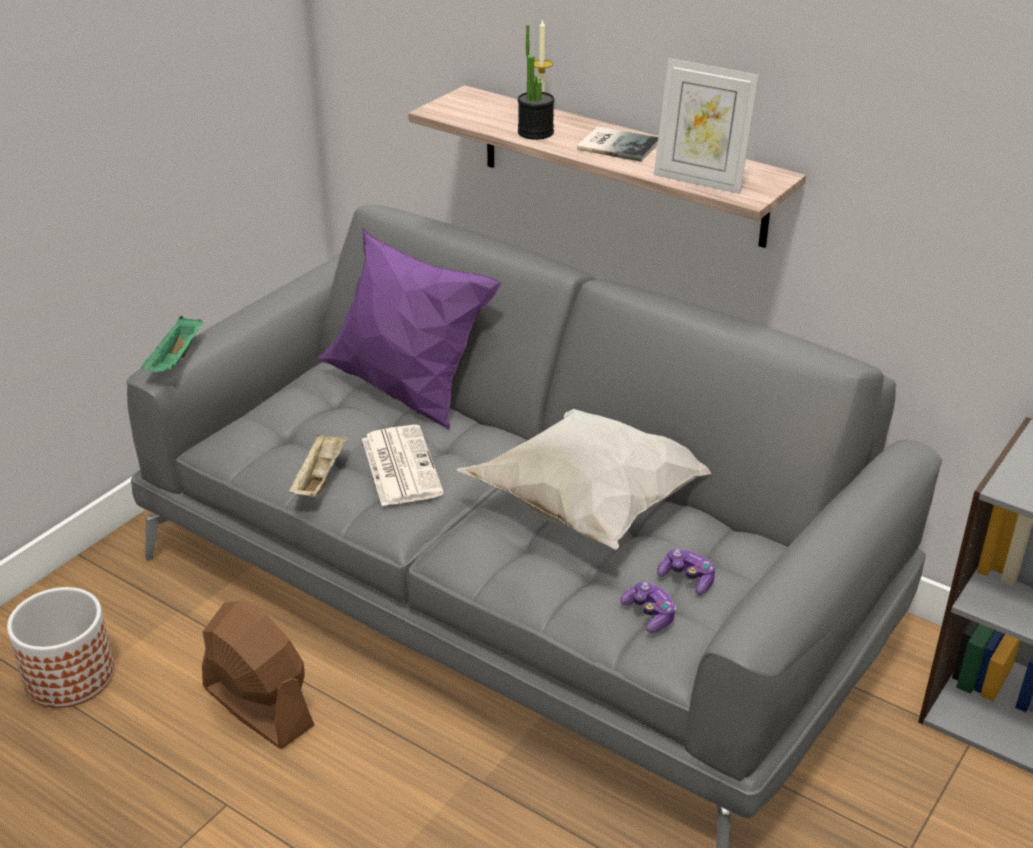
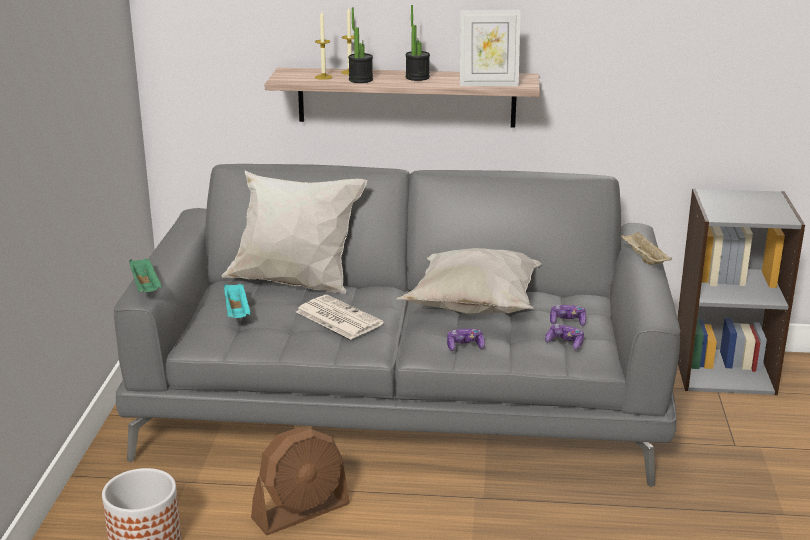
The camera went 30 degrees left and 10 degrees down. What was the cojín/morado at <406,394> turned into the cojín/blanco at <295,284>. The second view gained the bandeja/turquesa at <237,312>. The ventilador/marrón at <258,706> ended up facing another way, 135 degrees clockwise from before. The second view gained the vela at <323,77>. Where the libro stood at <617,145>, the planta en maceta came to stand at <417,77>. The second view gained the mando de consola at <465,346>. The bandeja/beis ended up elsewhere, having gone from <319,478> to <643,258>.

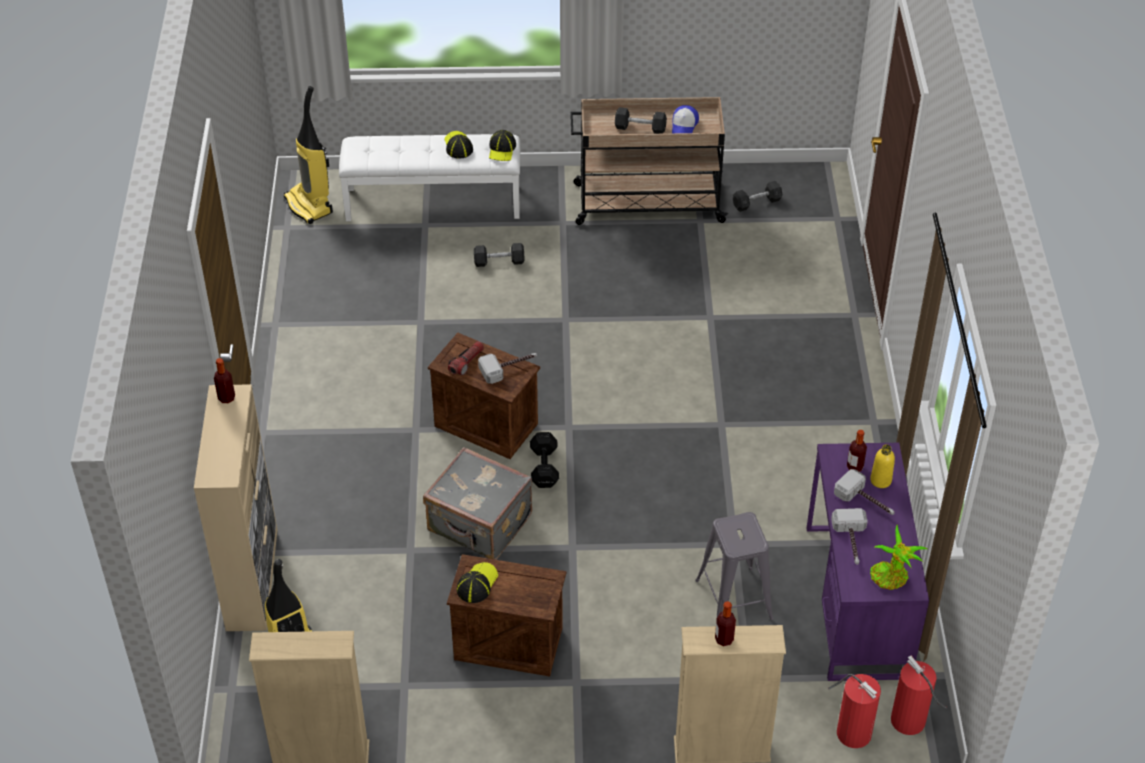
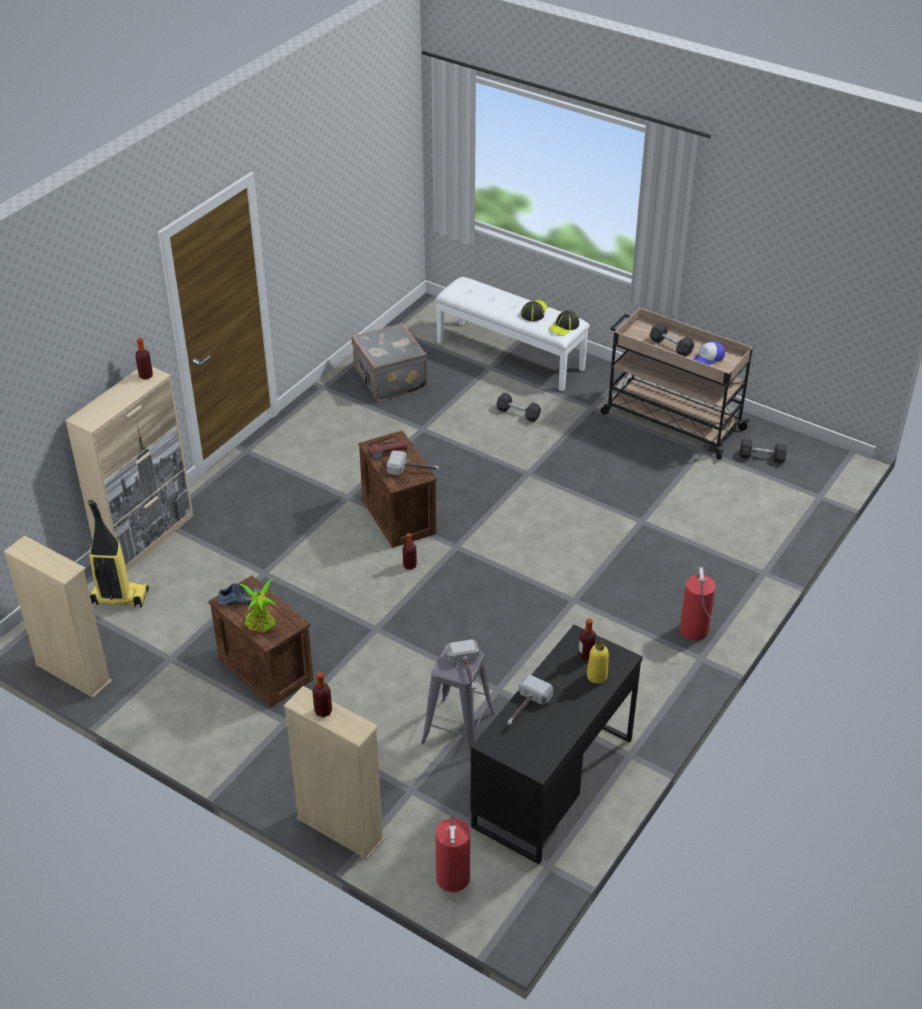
The camera went 35 degrees right and 5 degrees down. Where the gorra stood at <477,584>, the zapato came to stand at <240,599>. The planta en maceta ended up elsewhere, having gone from <891,578> to <261,624>. The maleta/gris ended up elsewhere, having gone from <479,525> to <389,380>. Where the mancuerna/negro stood at <544,468>, the botella came to stand at <410,565>. The martillo ended up elsewhere, having gone from <866,501> to <467,671>. What was the escritorio/morado at <856,601> turned into the escritorio/negro at <552,782>. The extintor ended up elsewhere, having gone from <909,721> to <693,631>. The second view lost the aspiradora at <310,205>.

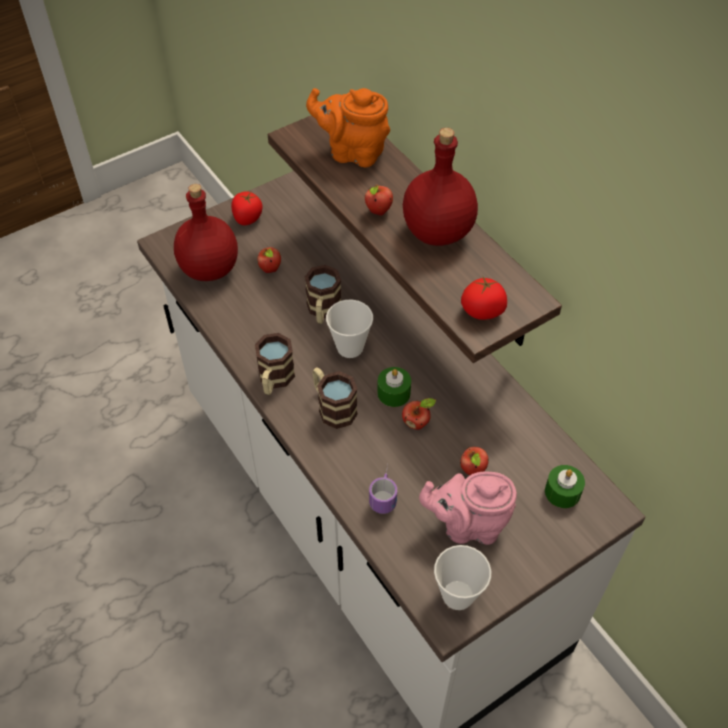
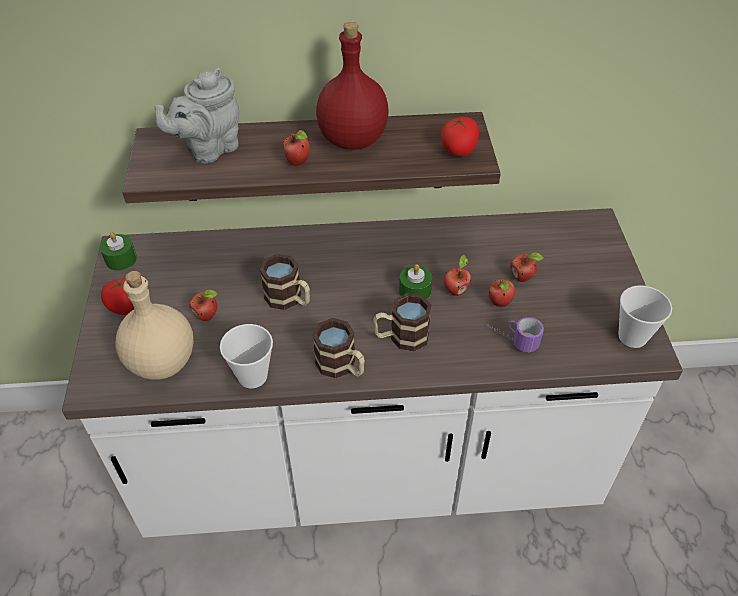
The camera went 60 degrees left and 5 degrees down. The vela/verde ended up elsewhere, having gone from <562,492> to <121,259>. What was the botella/rojo at <211,269> turned into the botella/beis at <163,361>. What was the tetera/naranja at <352,152> turned into the tetera/gris at <209,149>. The taza ended up elsewhere, having gone from <350,347> to <252,376>. The second view gained the manzana at <500,303>. The second view lost the tetera/rosa at <468,525>.

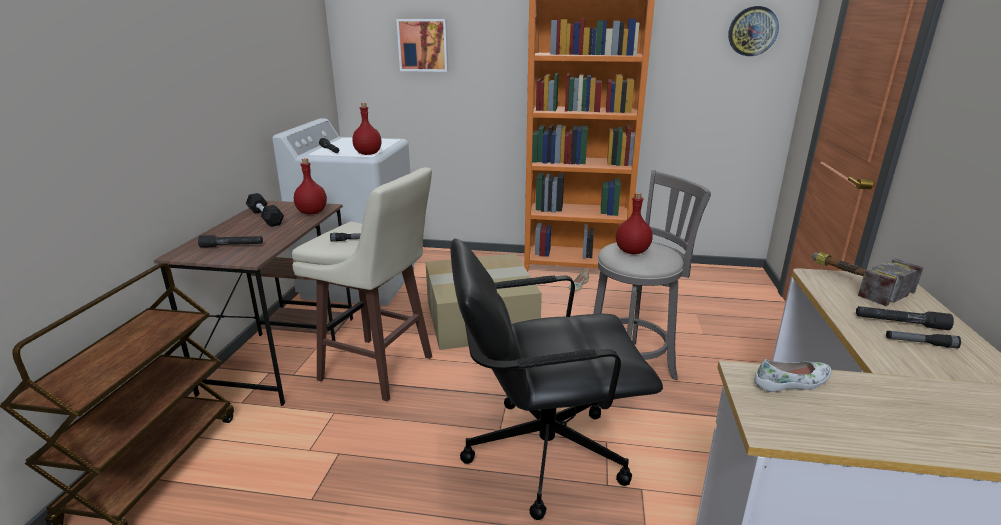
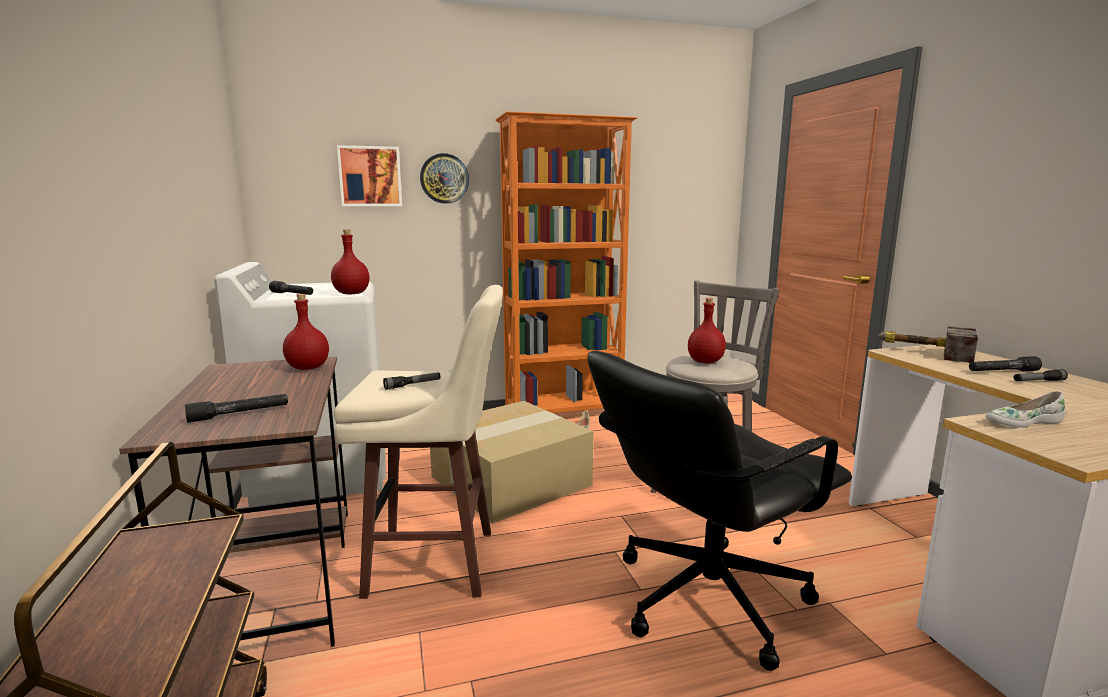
The camera went 25 degrees left and 10 degrees down. The reloj de pared ended up elsewhere, having gone from <752,31> to <444,178>. The zapato/blanco at <792,383> ended up facing another way, 150 degrees counterclockwise from before. The second view lost the mancuerna/negro at <265,217>.

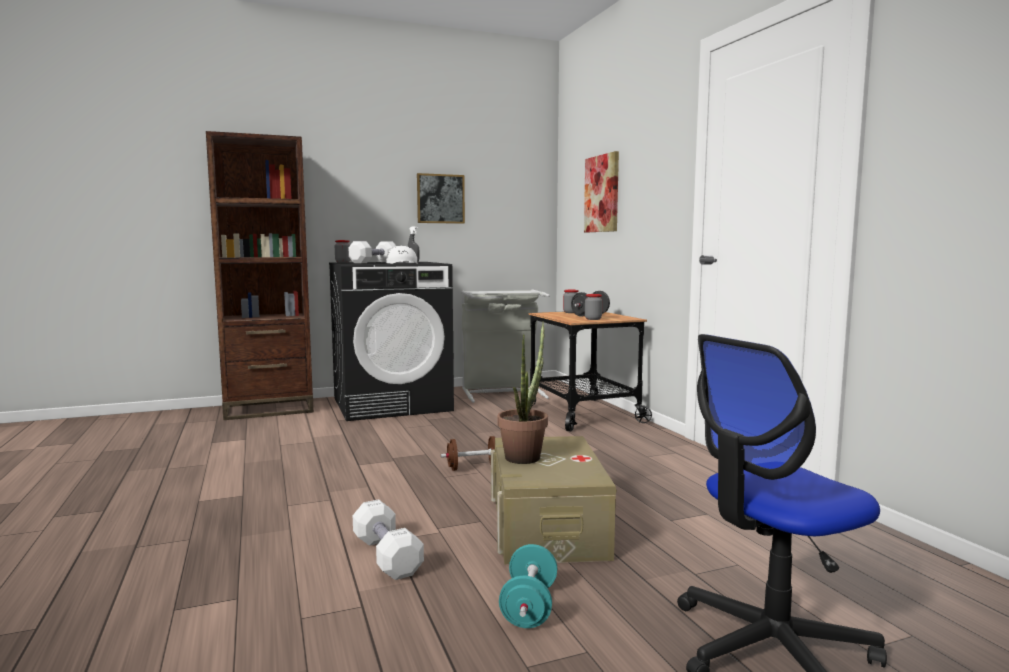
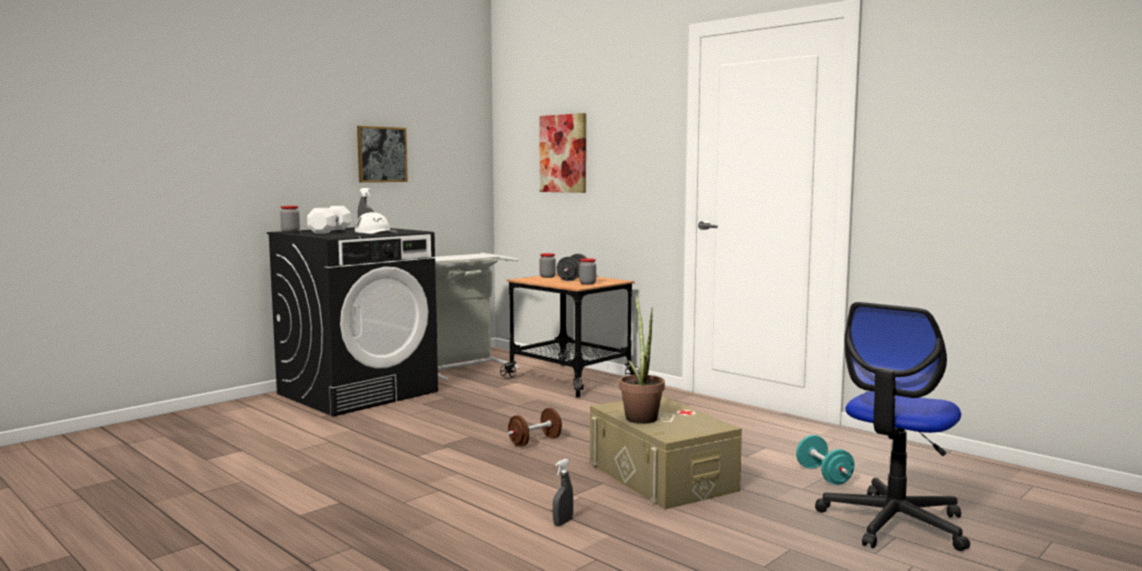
The camera went 25 degrees left and 0 degrees up. Where the mancuerna/blanco stood at <387,556>, the pulverizador/gris came to stand at <563,522>. The mancuerna/turquesa ended up elsewhere, having gone from <529,607> to <823,475>. The second view lost the estantería/marrón at <269,409>.

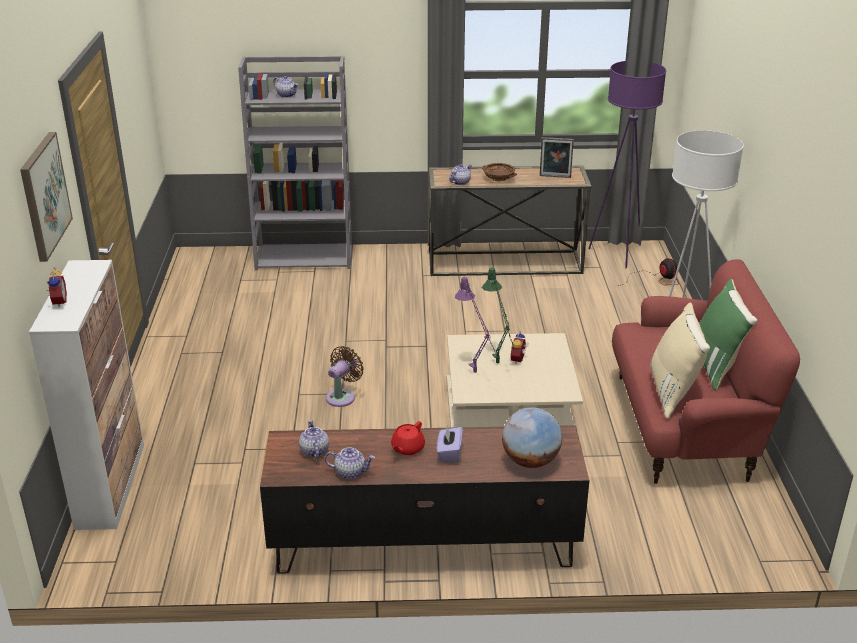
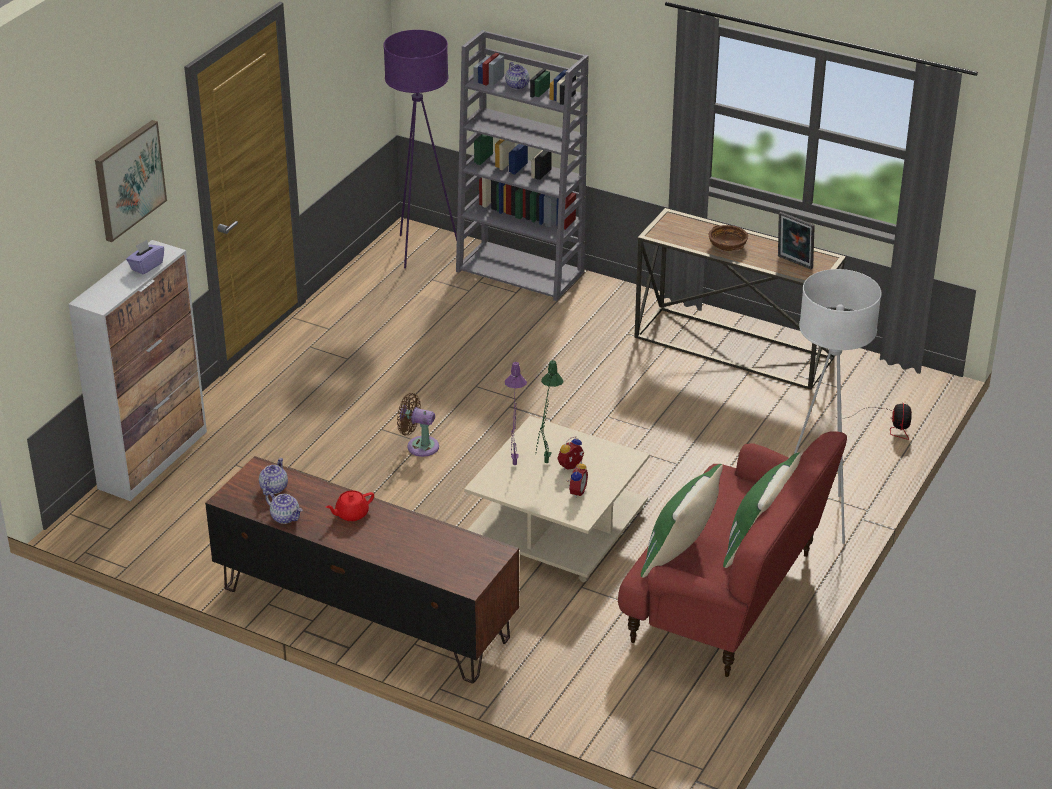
The camera went 30 degrees right and 5 degrees up. The caja de pañuelos/morado ended up elsewhere, having gone from <449,453> to <146,266>. The lámpara de pie/morado ended up elsewhere, having gone from <619,253> to <422,250>. The ventilador/marrón at <342,396> ended up facing another way, 135 degrees counterclockwise from before. The despertador ended up elsewhere, having gone from <58,302> to <576,492>. What was the cojín/beis at <674,393> turned into the cojín/verde at <680,554>. The second view lost the tetera at <460,182>. The second view lost the globo terráqueo at <530,461>.

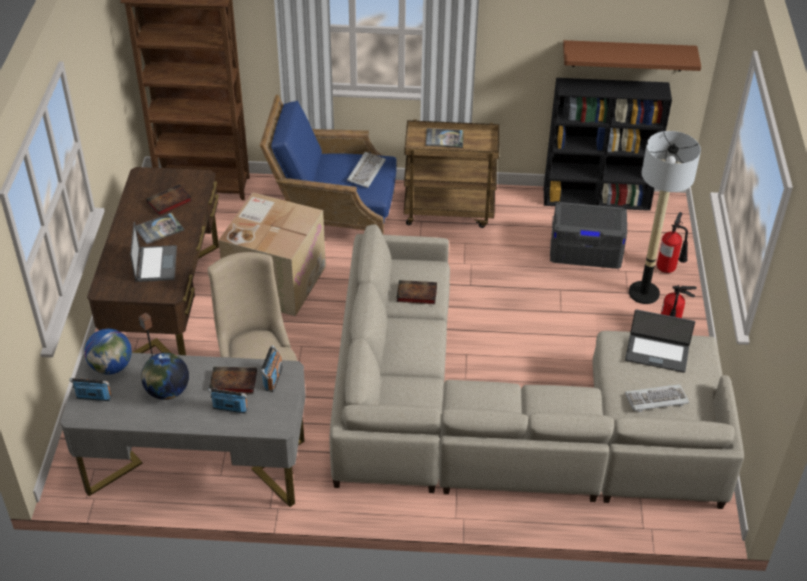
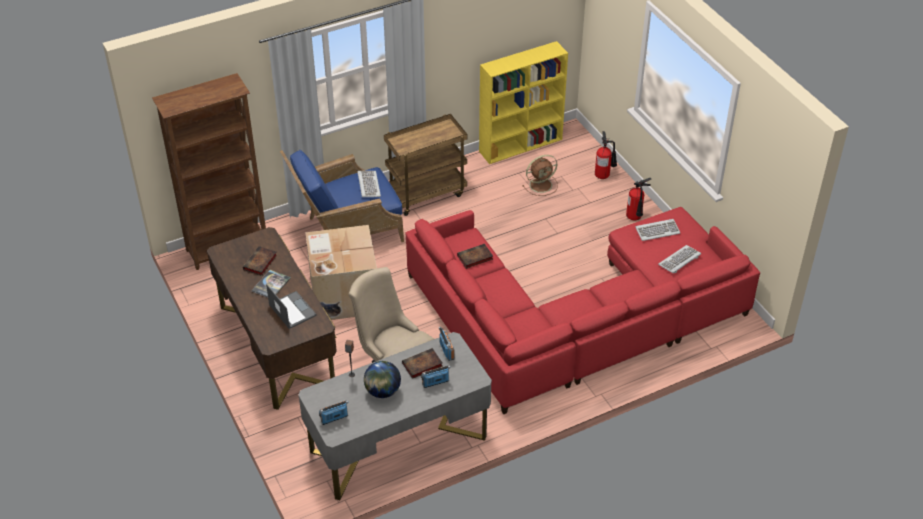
The camera went 30 degrees left and 0 degrees up. What was the sofá/beis at <506,417> turned into the sofá/rojo at <577,318>. What was the estantería/negro at <597,199> turned into the estantería/amarillo at <521,145>. Where the caja de almacenaje/gris stood at <586,251>, the ventilador/marrón came to stand at <541,185>. Where the portátil stood at <657,353>, the teclado came to stand at <657,231>. The second view lost the globo terráqueo at <112,367>. The second view lost the libro at <444,139>. The second view lost the estante/marrón at <628,55>. The second view lost the lámpara de pie at <644,293>.

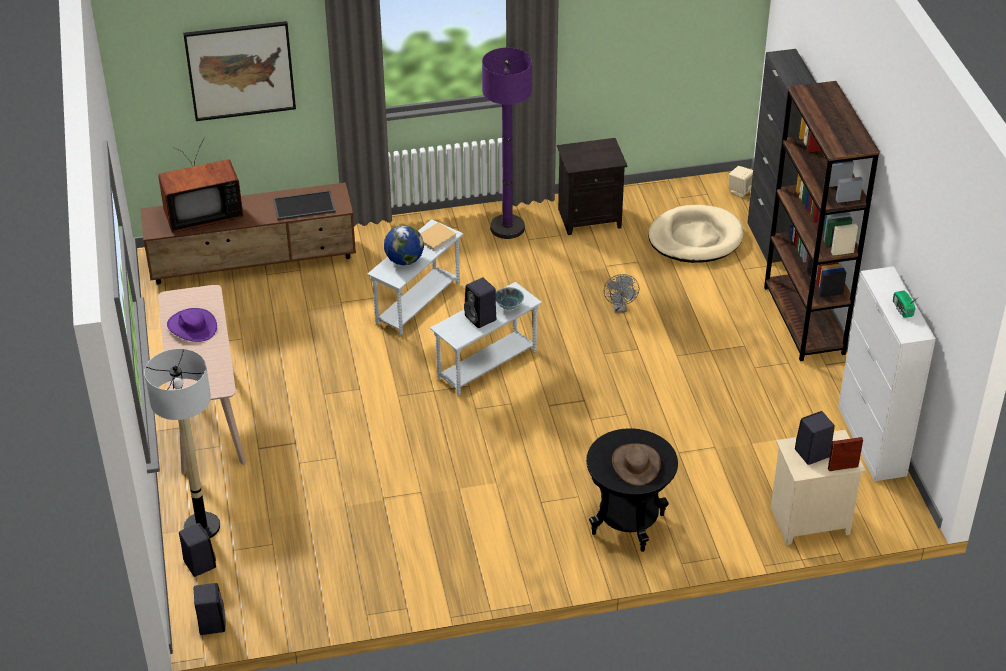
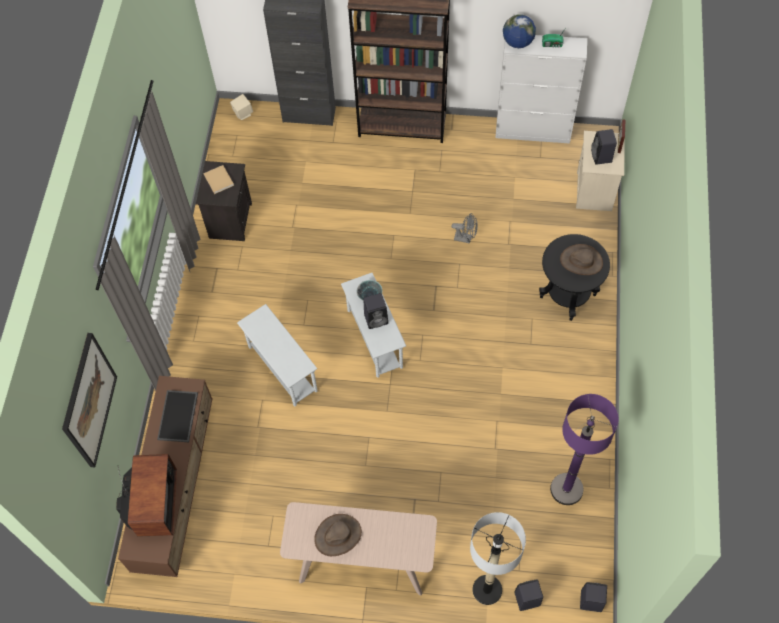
The camera went 70 degrees left and 20 degrees up. The libro/beis ended up elsewhere, having gone from <436,237> to <218,179>. What was the sombrero/morado at <192,326> turned into the sombrero/marrón at <338,535>. The ventilador/gris ended up elsewhere, having gone from <620,308> to <465,238>. The globo terráqueo ended up elsewhere, having gone from <404,260> to <517,42>. The lámpara de pie/morado ended up elsewhere, having gone from <507,228> to <566,489>. The second view lost the cama para perro/beis at <695,238>.

